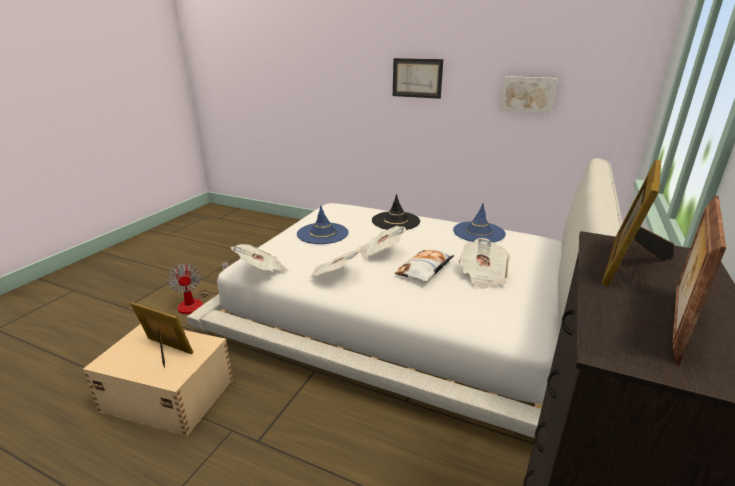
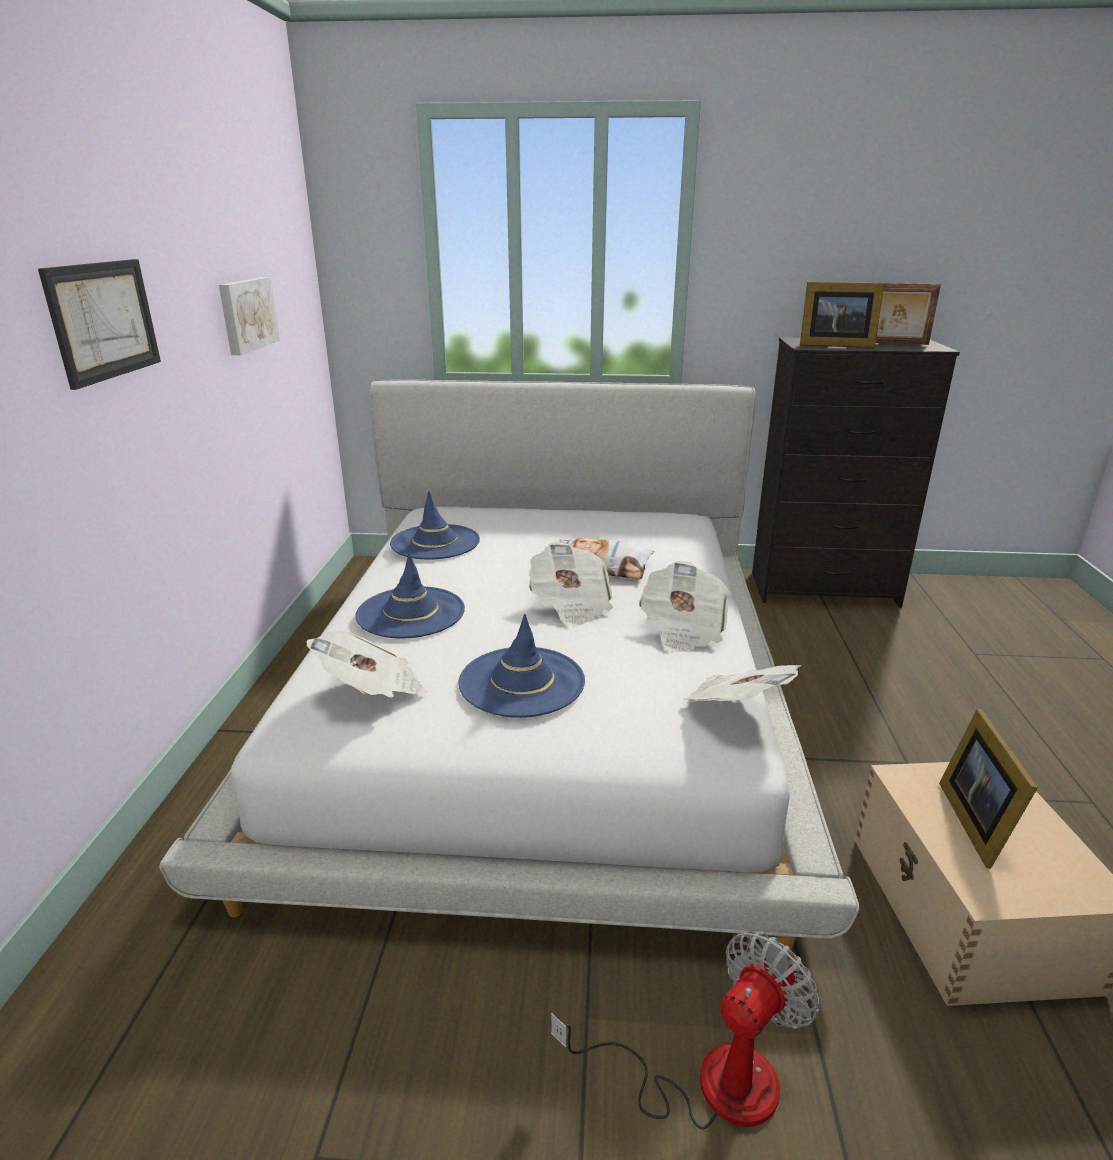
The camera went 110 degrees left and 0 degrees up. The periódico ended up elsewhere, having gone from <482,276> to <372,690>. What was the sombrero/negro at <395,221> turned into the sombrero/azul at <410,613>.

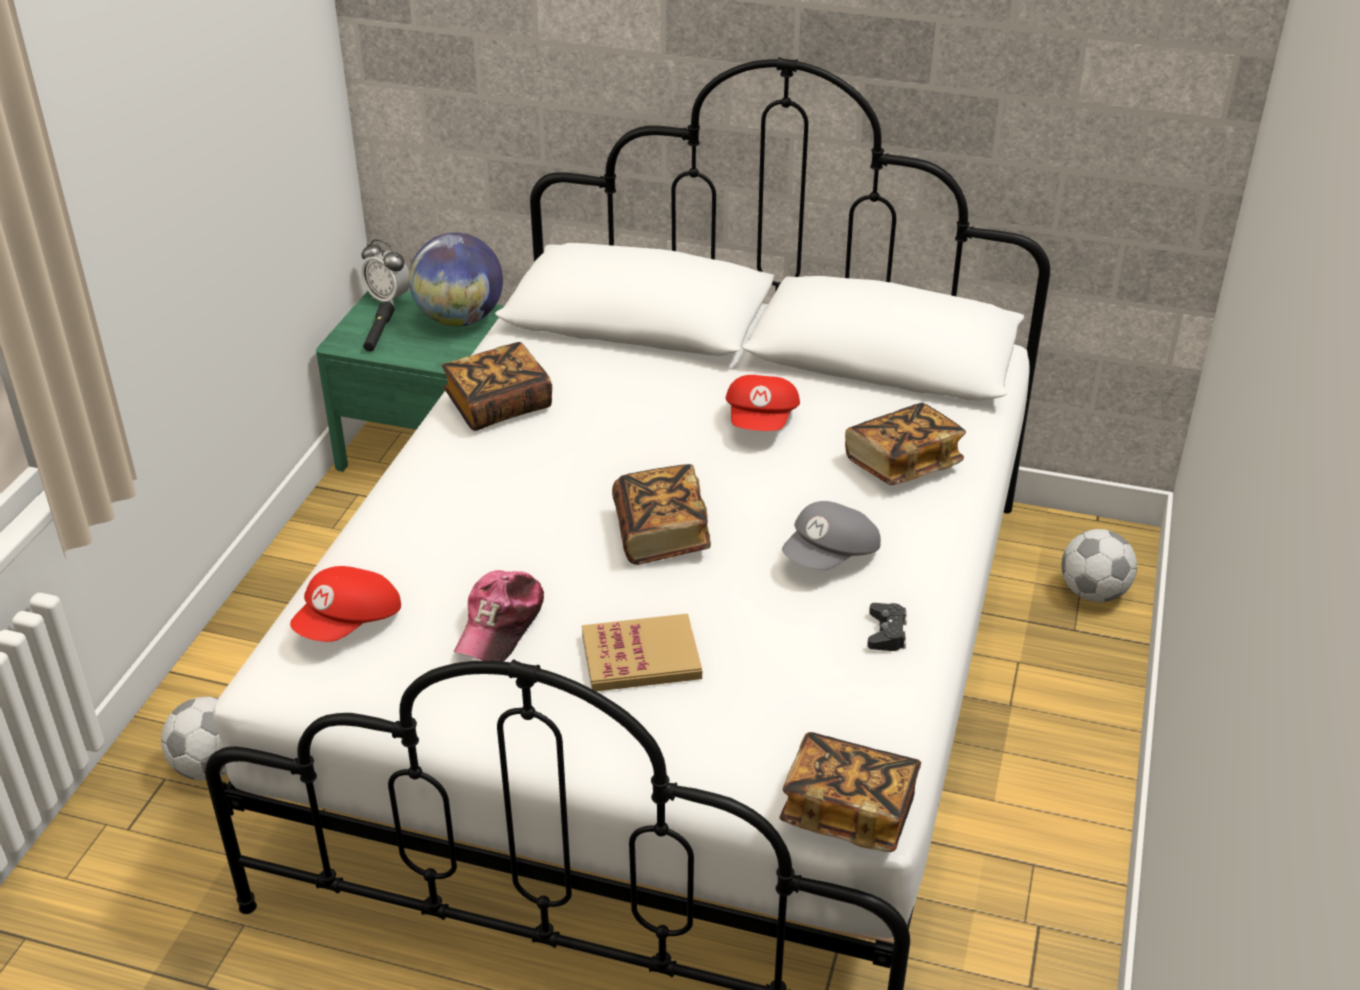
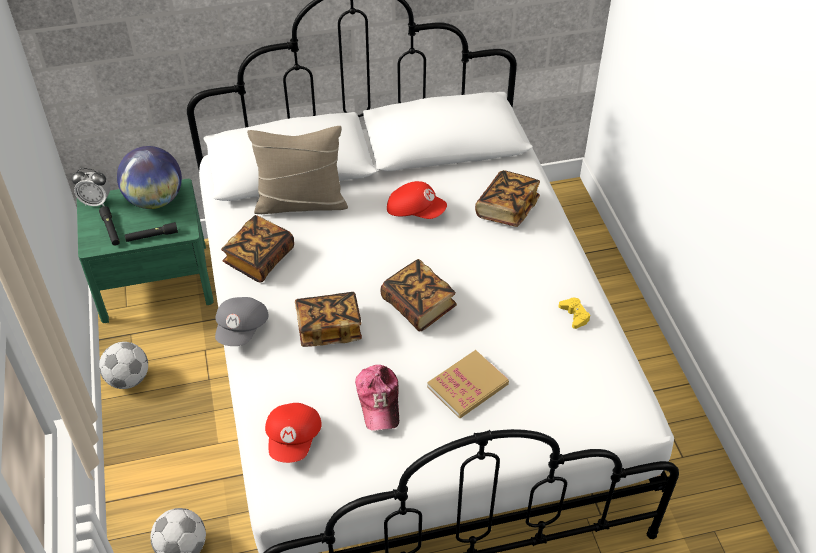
The camera went 30 degrees left and 10 degrees up. The balón de fútbol ended up elsewhere, having gone from <1093,592> to <128,379>. The second view gained the linterna/negro at <152,236>. The gorra/gris ended up elsewhere, having gone from <831,556> to <242,329>. The second view gained the cojín/beis at <301,203>. The libro ended up elsewhere, having gone from <848,811> to <329,329>. The gorra/rojo at <762,422> ended up facing another way, 45 degrees counterclockwise from before. What was the mando de consola/negro at <887,633> turned into the mando de consola/amarillo at <574,315>.

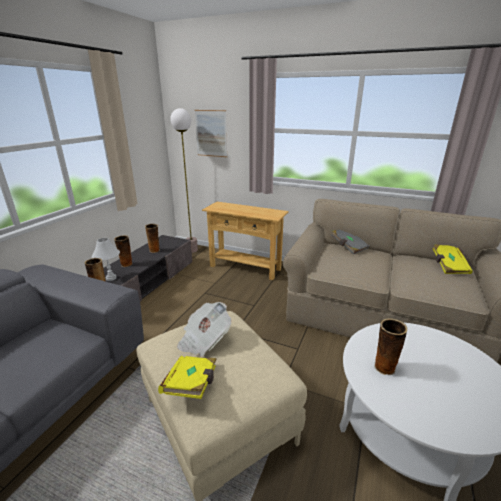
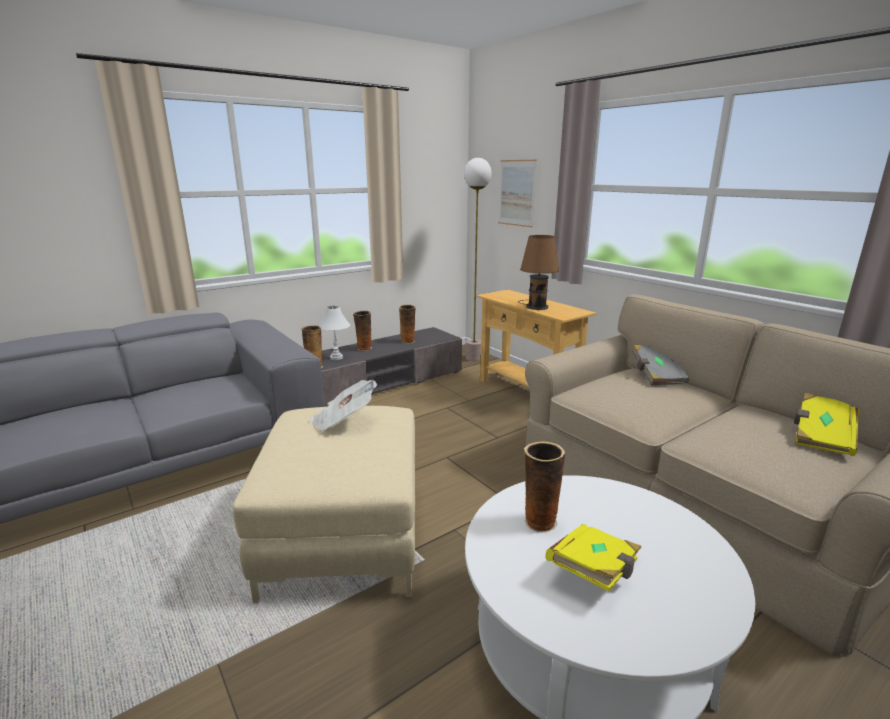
The camera went 30 degrees right and 5 degrees down. The second view gained the lámpara de mesa/marrón at <536,306>. The libro/amarillo ended up elsewhere, having gone from <192,384> to <594,571>.

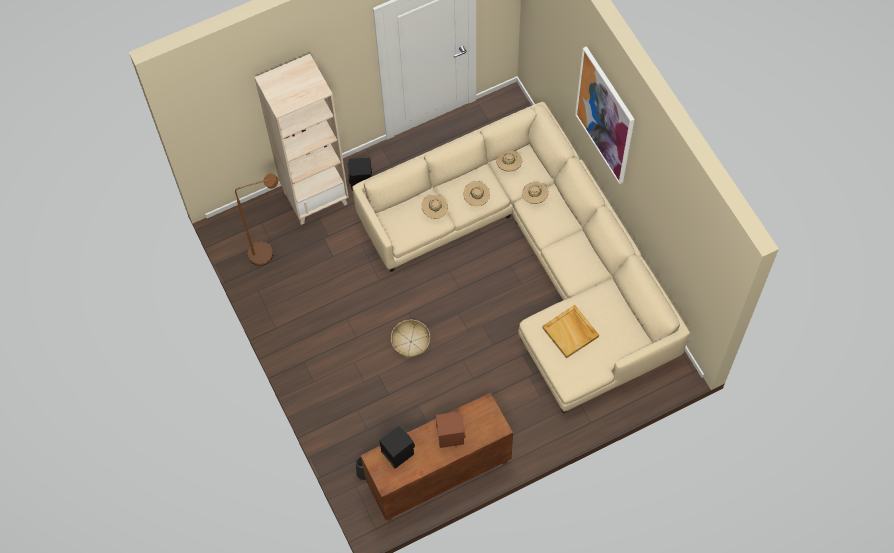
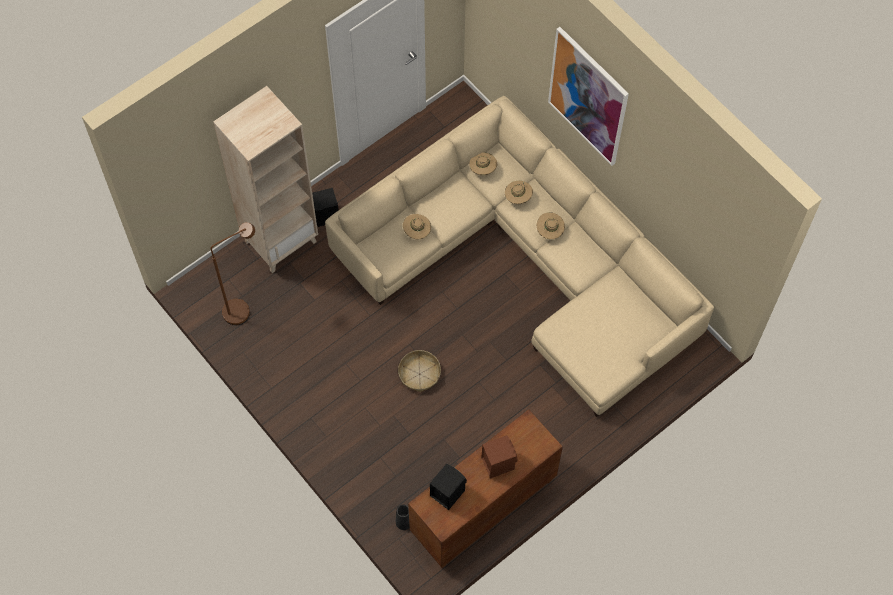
The camera went 15 degrees left and 0 degrees up. The sombrero/beis ended up elsewhere, having gone from <476,199> to <550,231>. The second view lost the bandeja/beis at <571,332>.

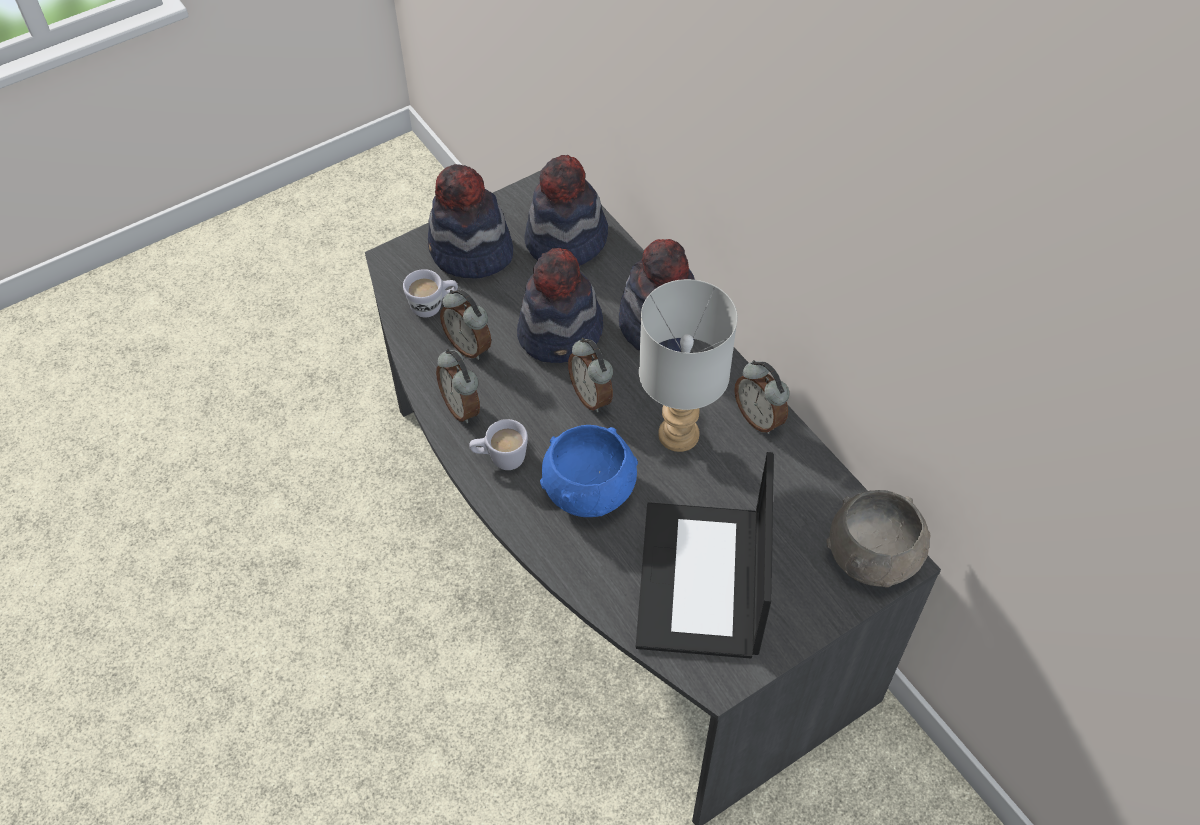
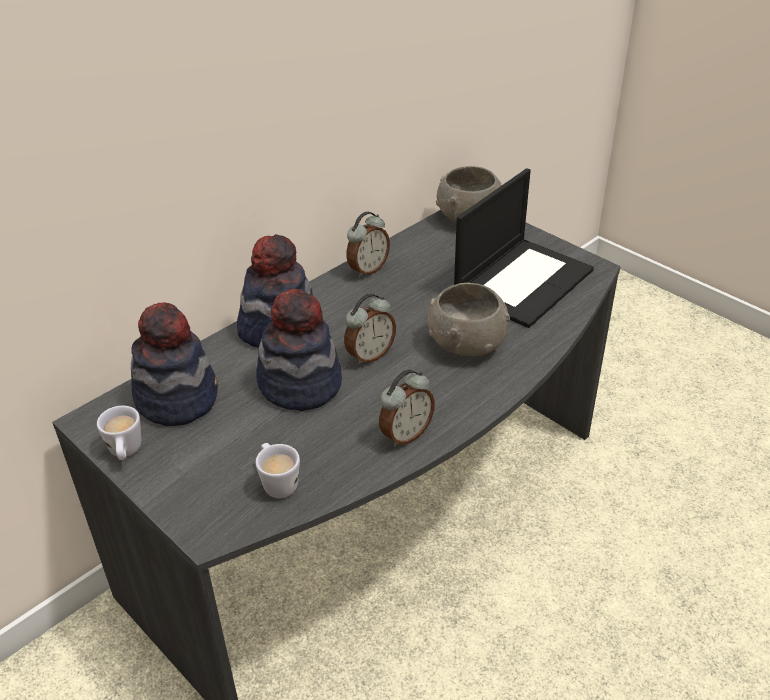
The camera went 100 degrees left and 15 degrees down. The taza grande/blanco ended up elsewhere, having gone from <500,459> to <125,453>. What was the cuenco/azul at <590,490> turned into the cuenco/gris at <467,343>. The portátil at <702,581> ended up facing another way, 45 degrees counterclockwise from before. The second view lost the sombrero at <470,252>. The second view lost the despertador at <469,346>. The second view lost the lámpara de mesa/gris at <679,436>.

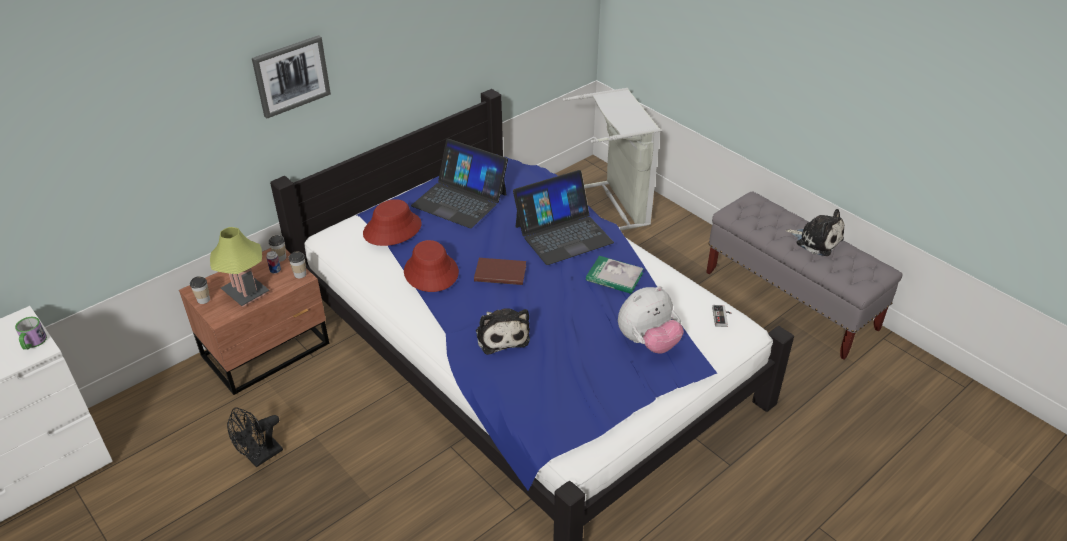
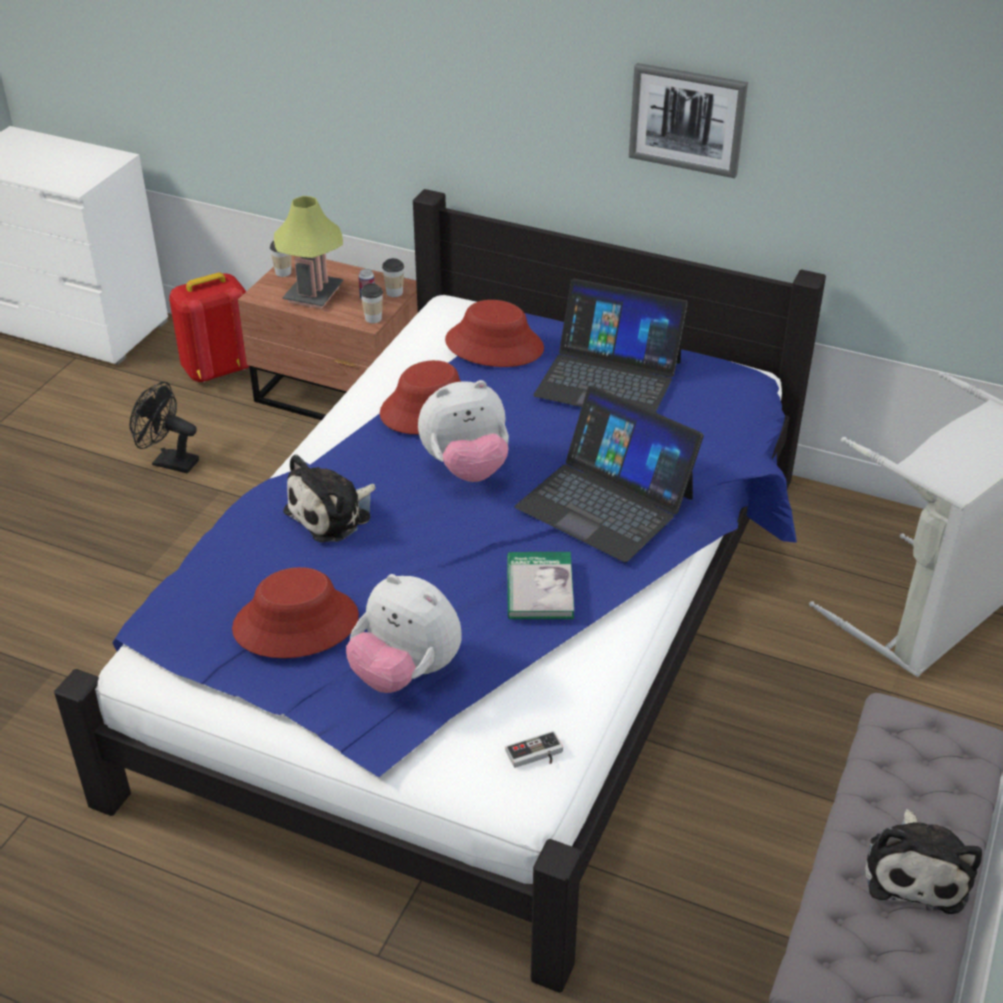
The camera went 65 degrees right and 0 degrees up. The second view gained the mochila/rojo at <218,369>. The second view gained the sombrero/rojo at <296,623>. Where the libro/marrón stood at <500,272>, the peluche came to stand at <466,468>. The portátil at <460,200> ended up facing another way, 75 degrees counterclockwise from before. The cuadro ended up elsewhere, having gone from <291,76> to <687,119>. The second view lost the taza grande at <33,343>.

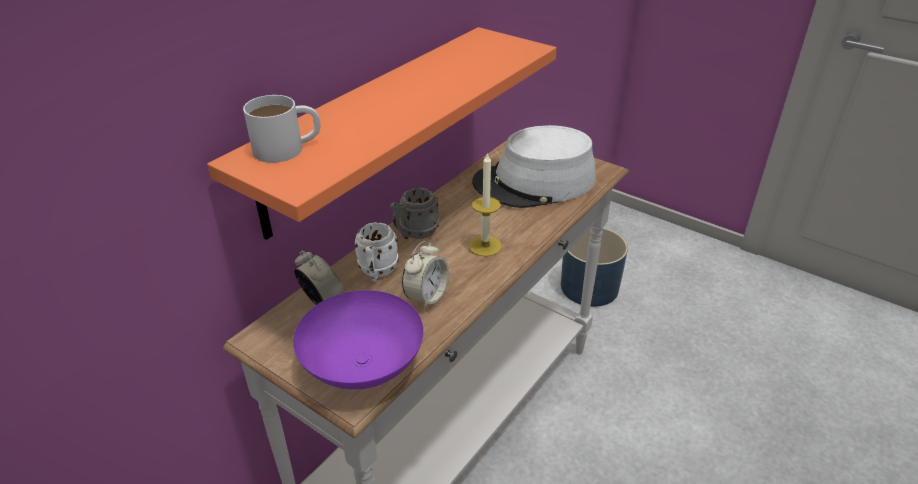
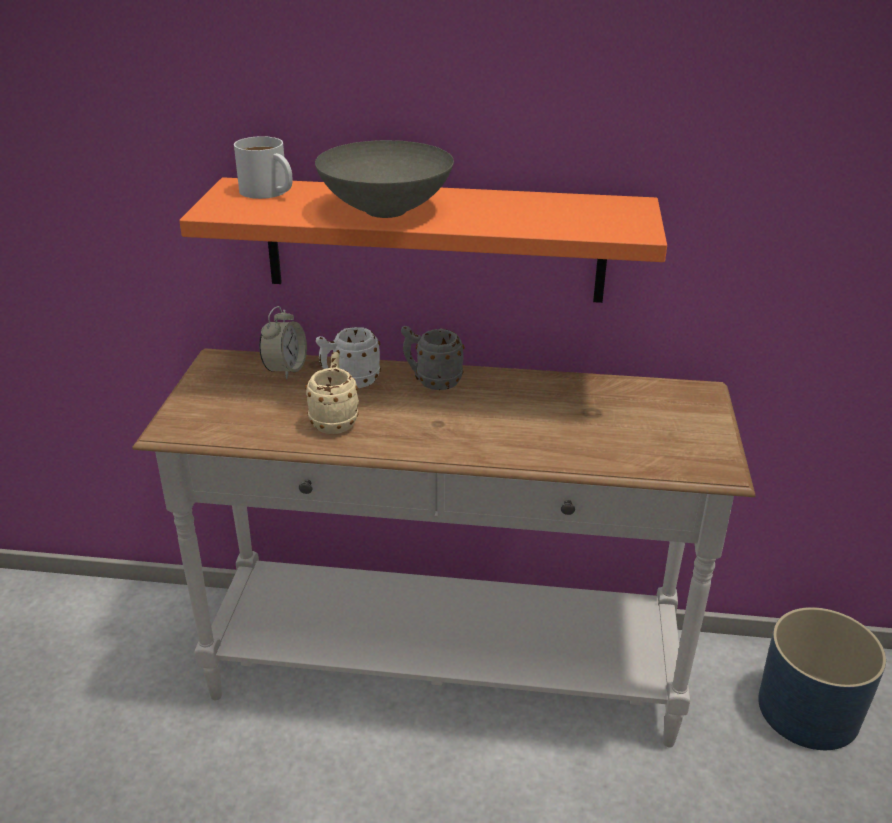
The camera went 60 degrees right and 5 degrees down. Where the despertador stood at <426,297>, the taza grande/beis came to stand at <335,420>. The second view gained the cuenco/gris at <388,210>. The second view lost the cuenco/morado at <364,365>. The second view lost the vela at <485,246>. The second view lost the sombrero/gris at <534,182>.

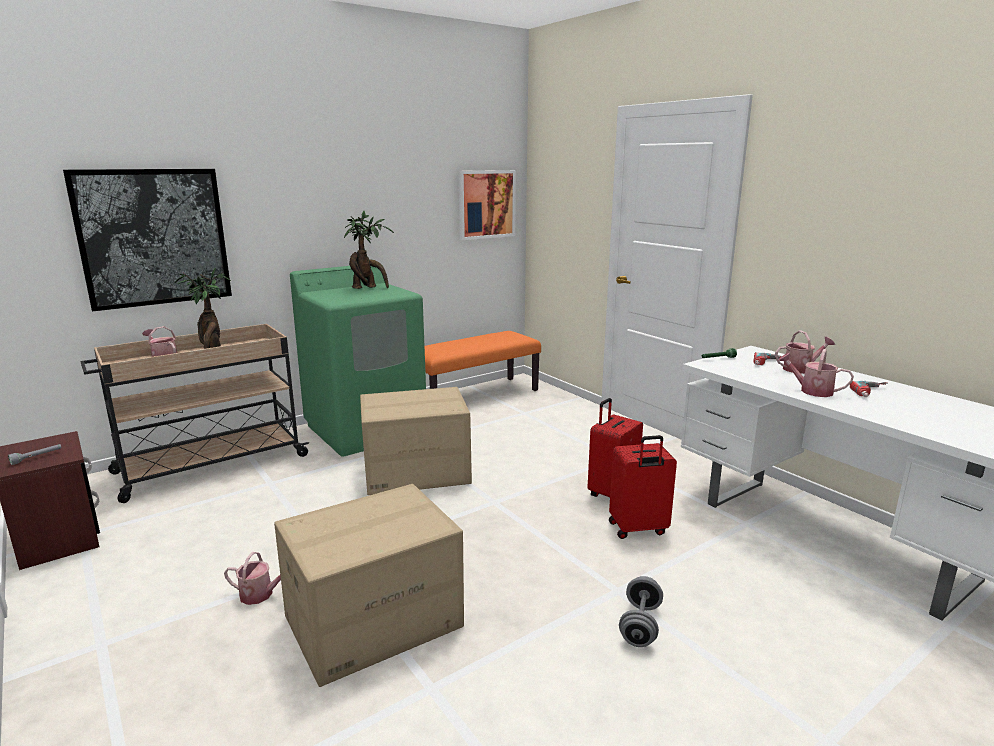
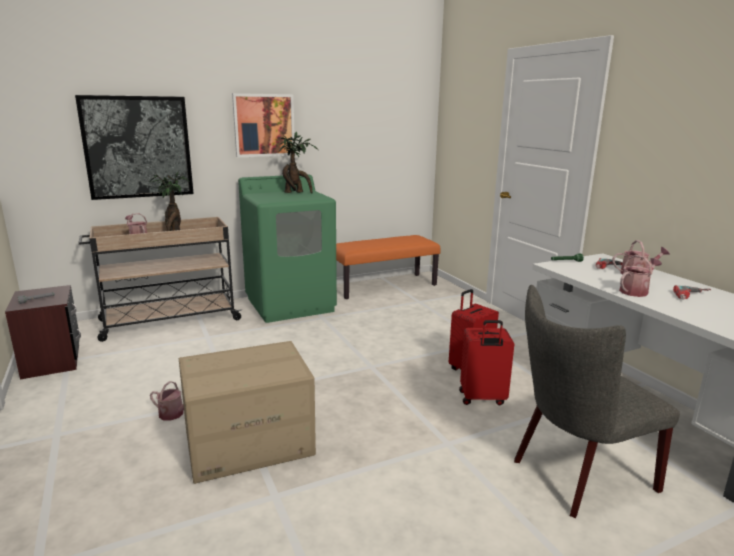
The camera went 10 degrees right and 0 degrees up. The cuadro ended up elsewhere, having gone from <486,204> to <264,125>. The second view gained the silla/gris at <576,476>. The regadera at <811,391> ended up facing another way, 105 degrees clockwise from before. The second view lost the caja de cartón at <416,473>. The second view lost the mancuerna/gris at <640,625>.

